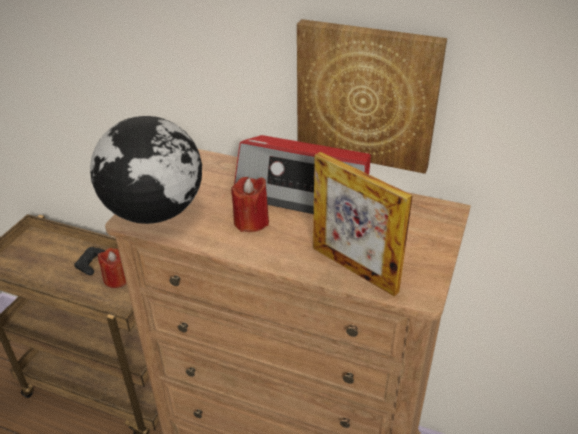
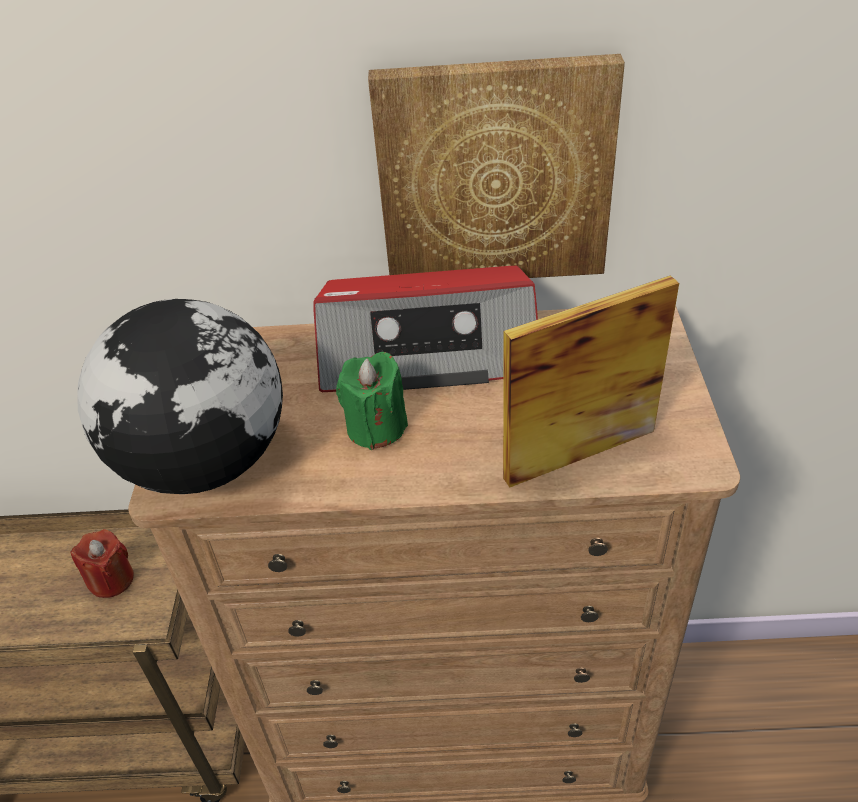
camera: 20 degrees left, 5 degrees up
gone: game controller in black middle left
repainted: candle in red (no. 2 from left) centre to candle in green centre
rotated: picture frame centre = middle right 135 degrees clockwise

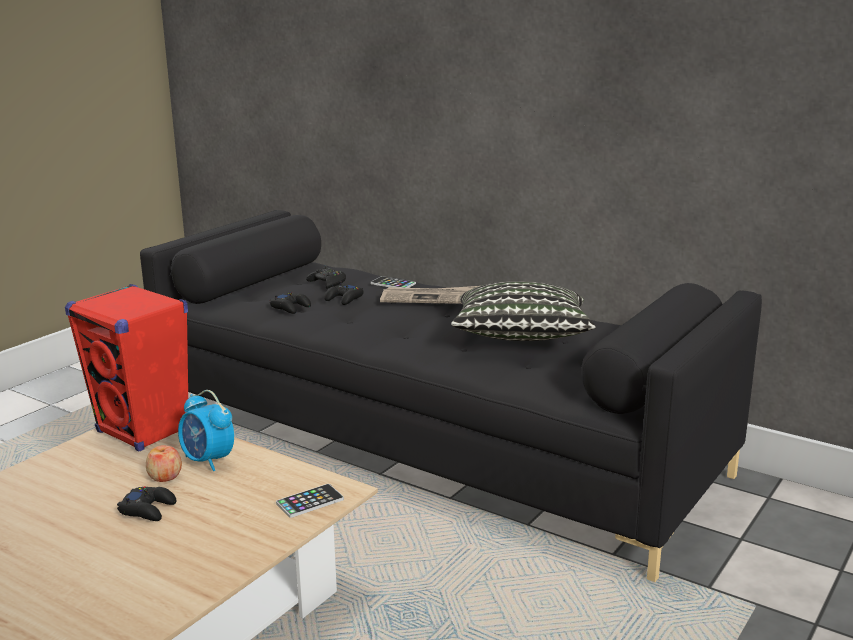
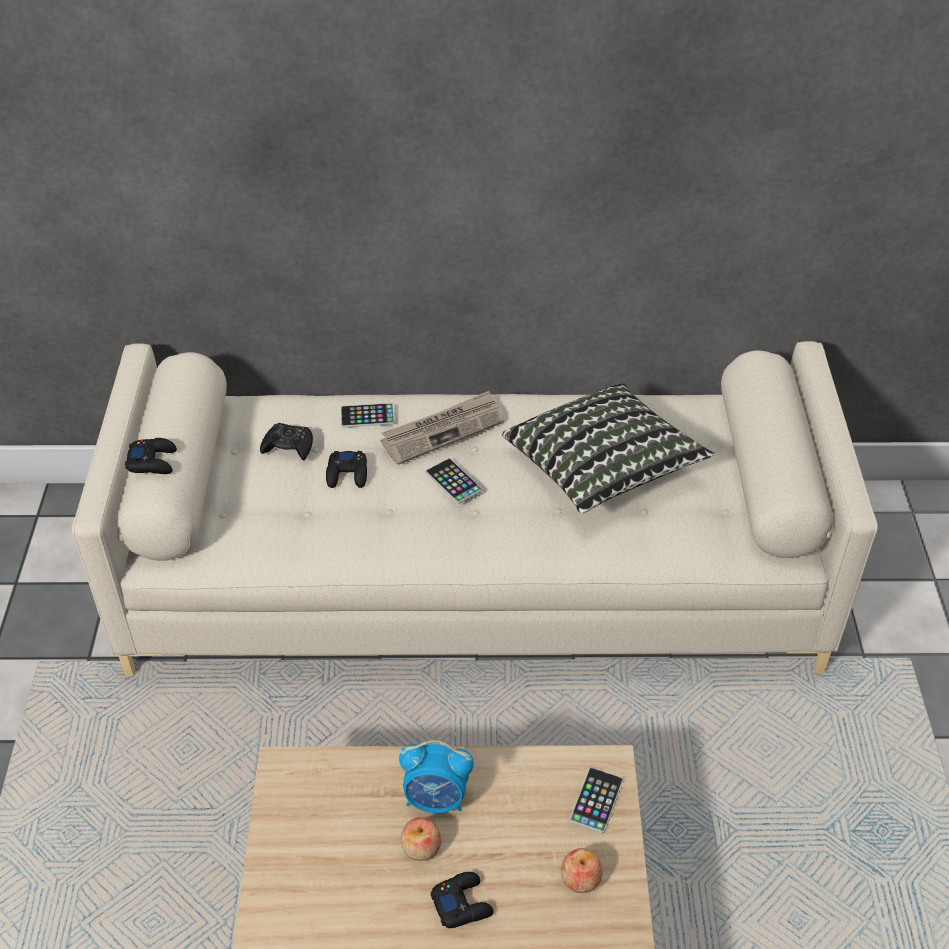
camera: 35 degrees left, 25 degrees up
gone: speaker in red middle left
new: phone (no. 2 from left) centre; apple (no. 2 from left) bottom centre
shifted: game controller in black (no. 2 from left in the first image) centre to game controller in black (no. 1 from left) middle left
repainted: sofa in black centre to sofa in beige centre

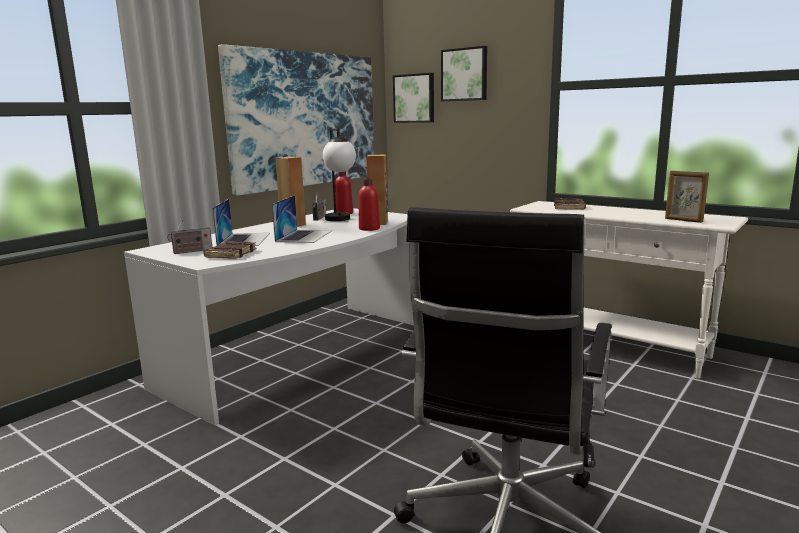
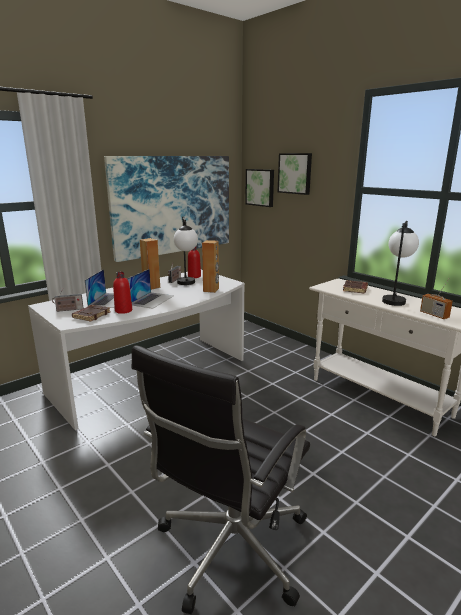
camera: 10 degrees right, 5 degrees up
new: table lamp (no. 2 from left) middle right
shifted: bottle in red (no. 2 from left in the first image) centre to bottle in red (no. 1 from left) middle left
swapped: picture frame middle right to radio (no. 3 from left) middle right

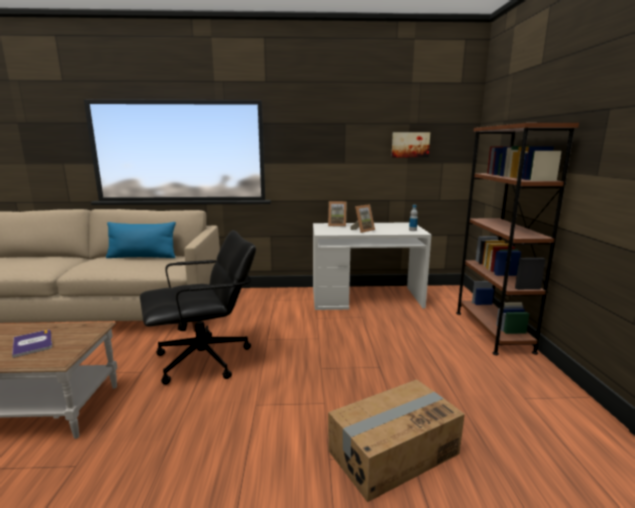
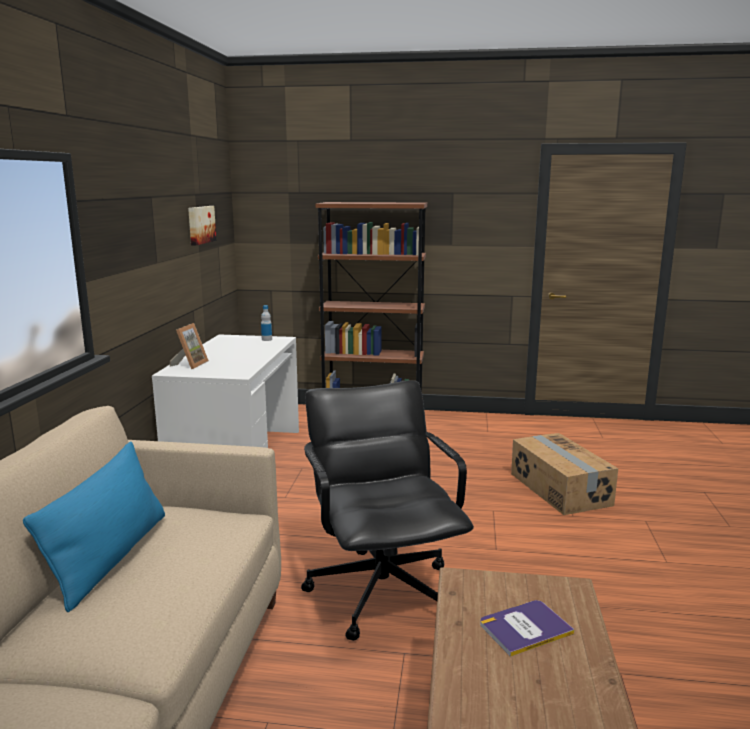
camera: 80 degrees left, 0 degrees up
gone: picture frame (no. 2 from left) centre

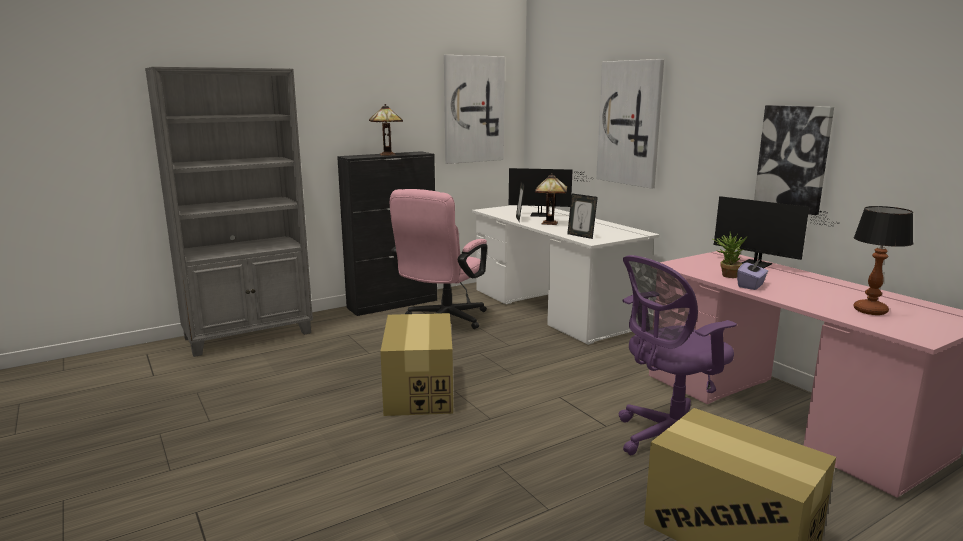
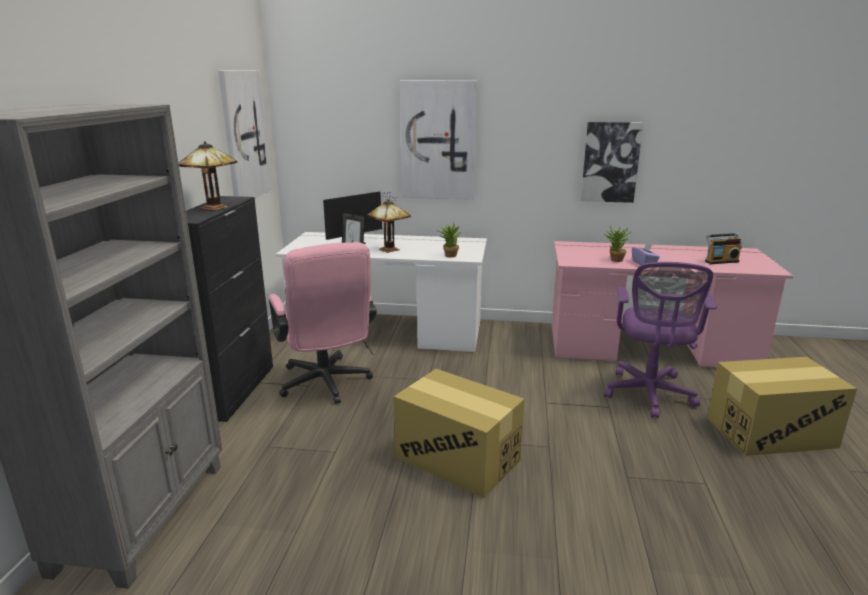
camera: 50 degrees left, 5 degrees up
gone: monitor (no. 2 from left) middle right
swapped: picture frame (no. 2 from left) centre to potted plant (no. 1 from left) centre; table lamp (no. 3 from left) middle right to radio middle right

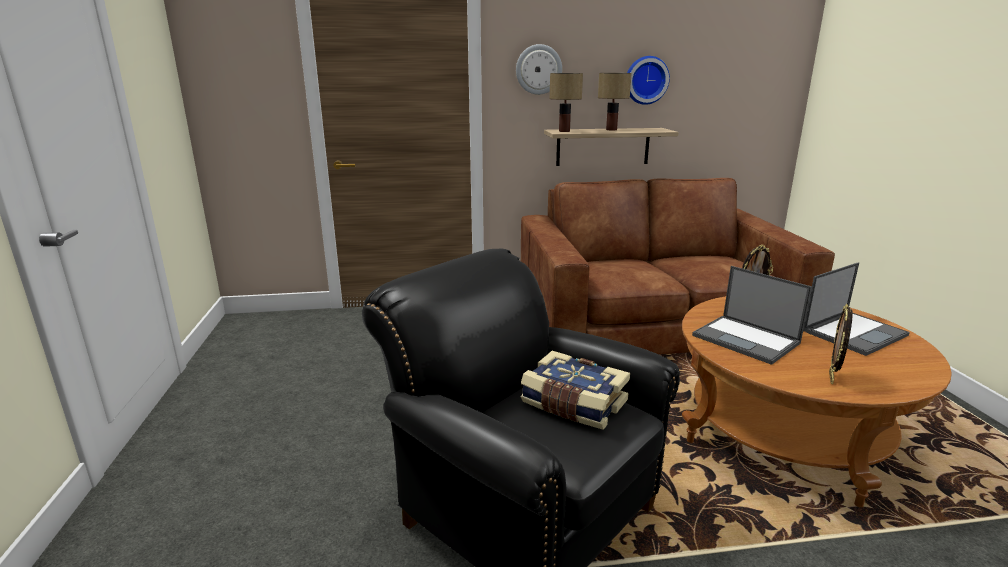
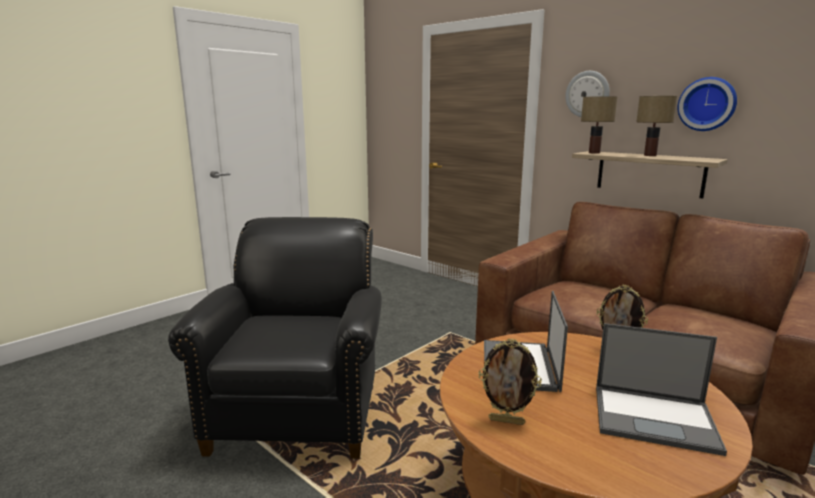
camera: 50 degrees right, 5 degrees down
gone: book bottom centre
rotated: picture frame (no. 2 from left in the first image) middle right = bottom centre 150 degrees counterclockwise

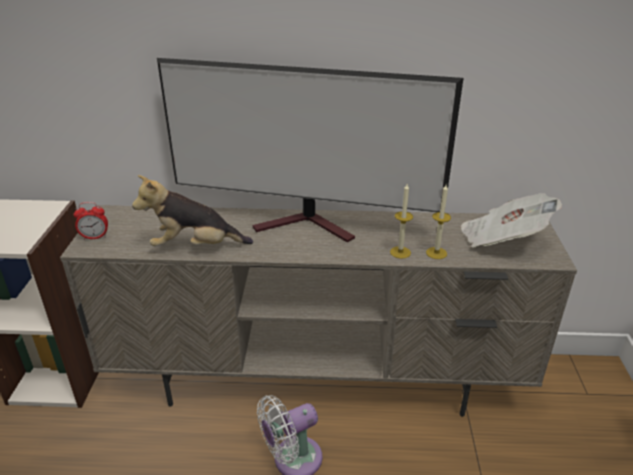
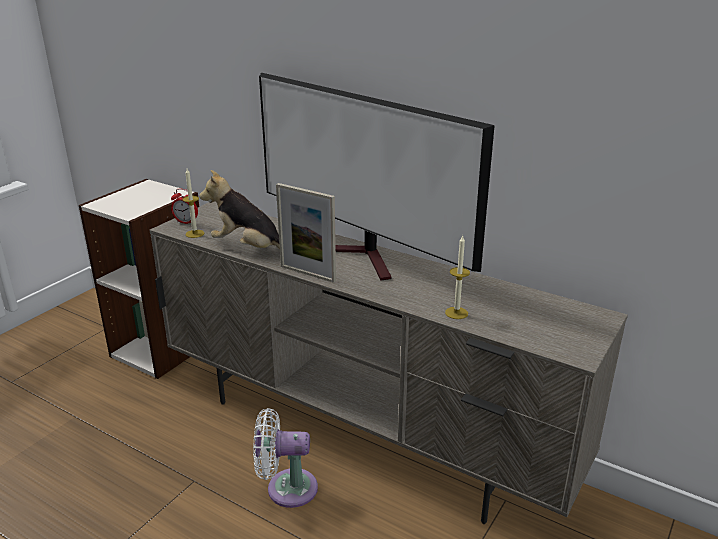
camera: 30 degrees right, 5 degrees down
gone: newspaper middle right
new: picture frame centre
shifted: candle (no. 1 from left) centre to middle left

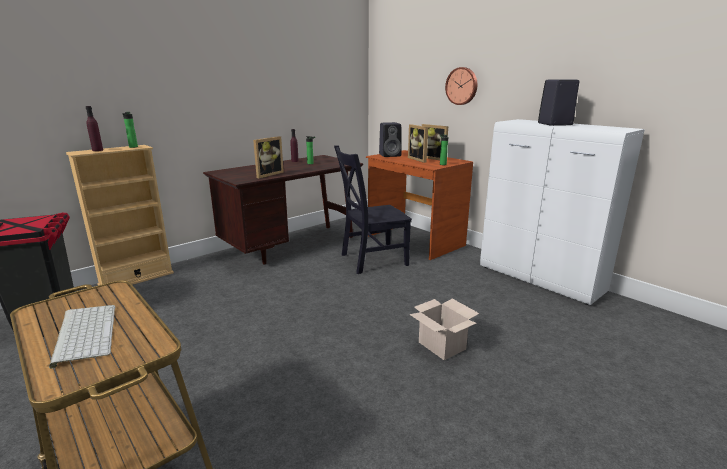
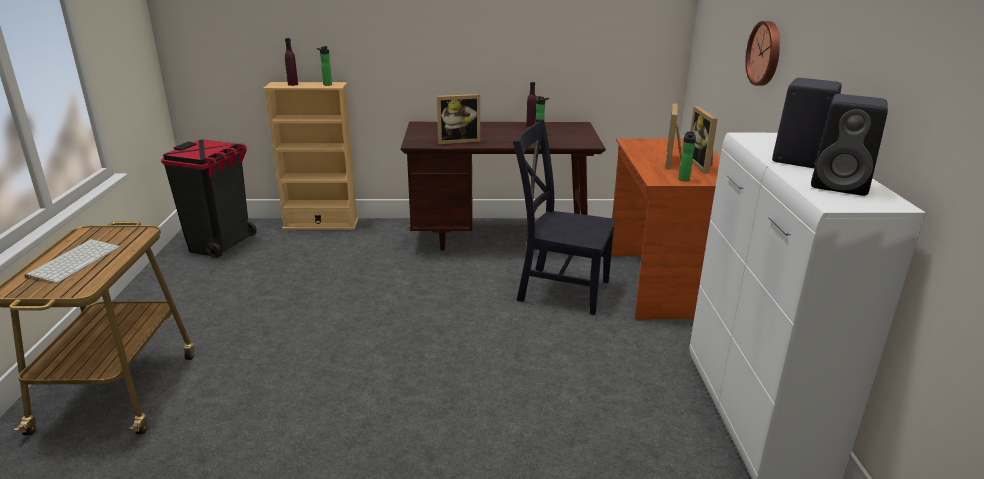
camera: 40 degrees right, 5 degrees up
gone: cardboard box bottom centre
shifted: speaker in black (no. 1 from left in the first image) top centre to speaker in black (no. 2 from left) top right

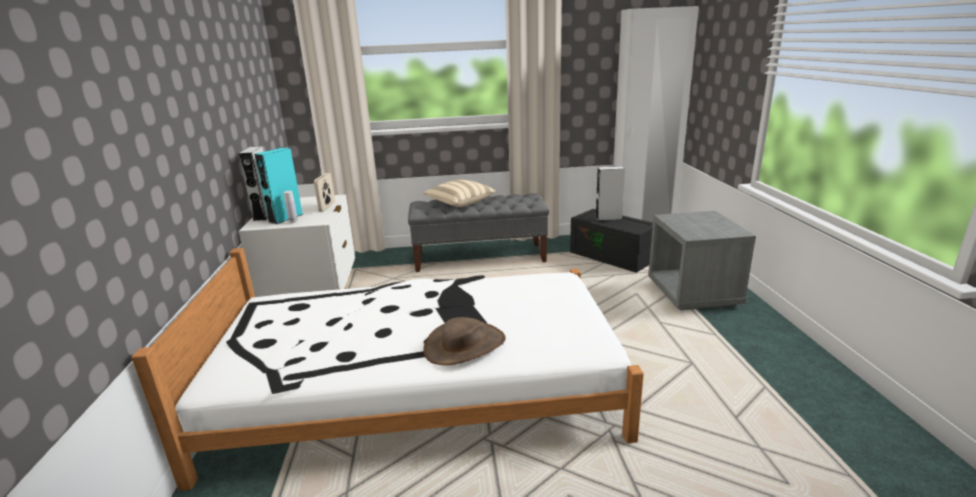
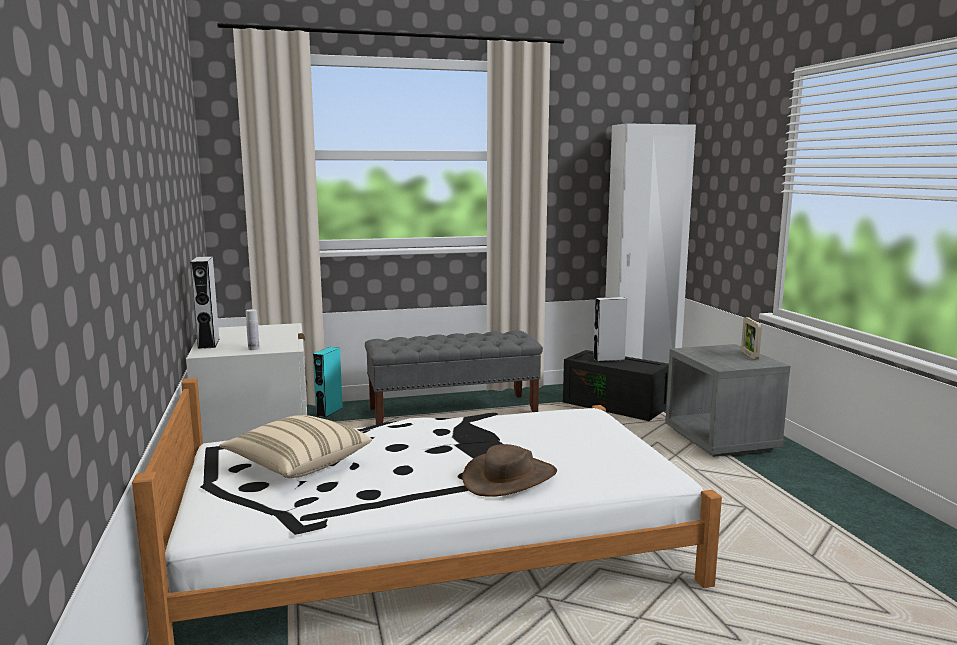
camera: 10 degrees left, 10 degrees down
shifted: speaker in turquoise middle left to centre; picture frame middle left to middle right; pillow in beige centre to bottom left

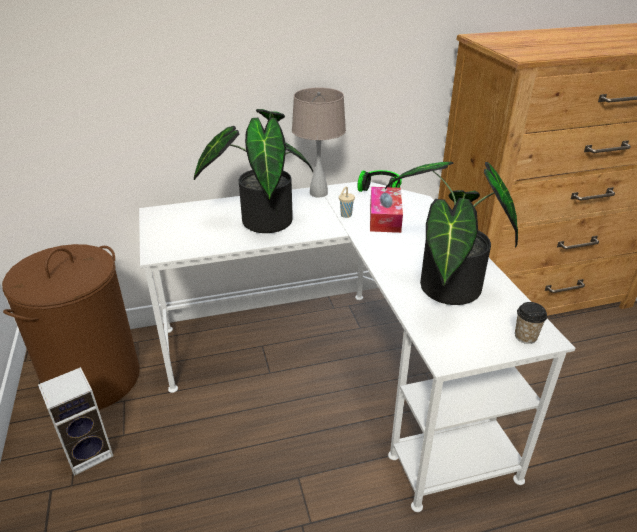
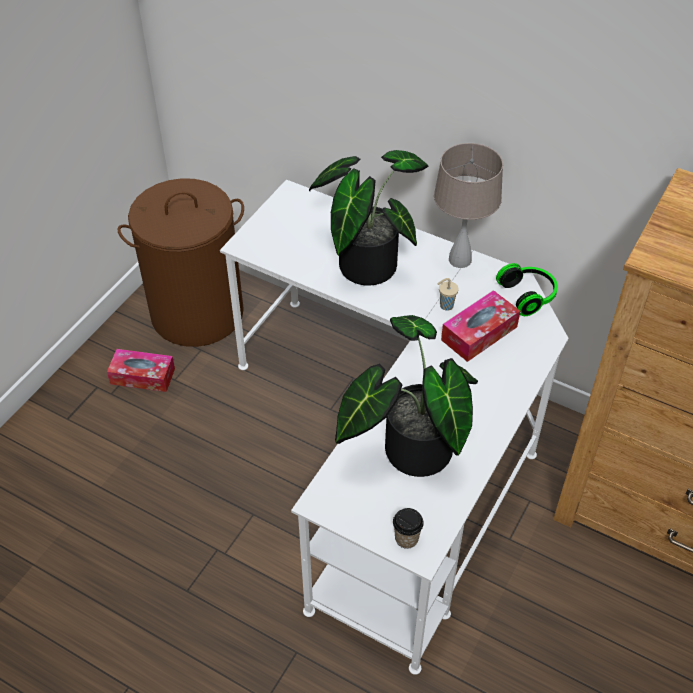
camera: 45 degrees right, 15 degrees up
swapped: speaker bottom left to tissue box (no. 1 from left) middle left

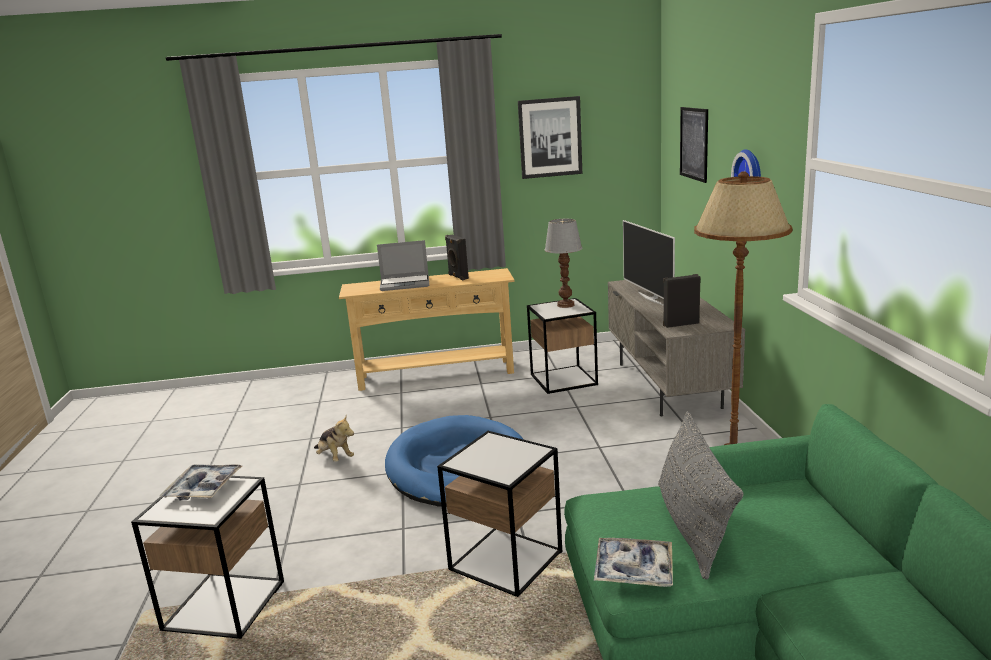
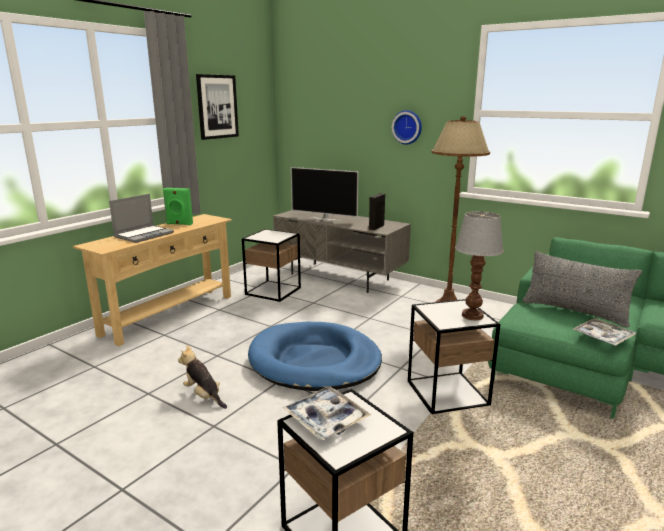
camera: 50 degrees left, 0 degrees up
gone: picture (no. 2 from left) top right
shifted: table lamp centre to middle right
repainted: speaker in black (no. 1 from left) centre to speaker in green middle left
rotated: plush toy centre = bottom left 135 degrees counterclockwise

